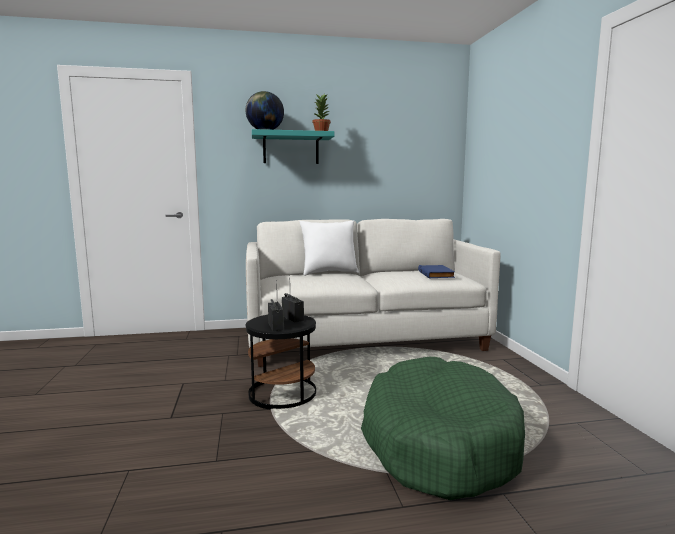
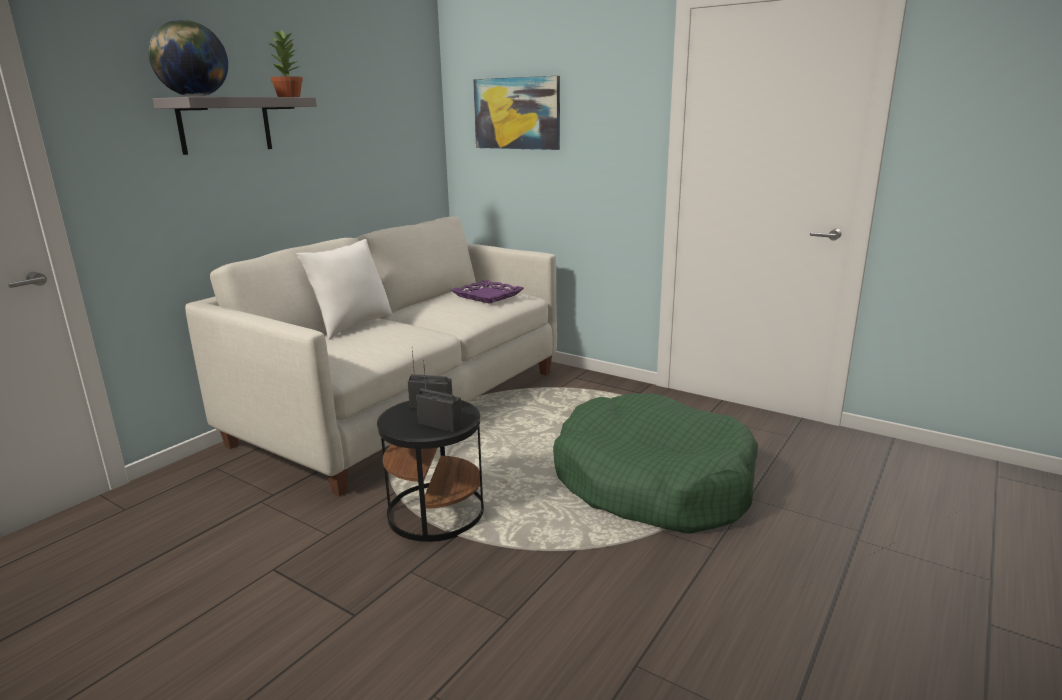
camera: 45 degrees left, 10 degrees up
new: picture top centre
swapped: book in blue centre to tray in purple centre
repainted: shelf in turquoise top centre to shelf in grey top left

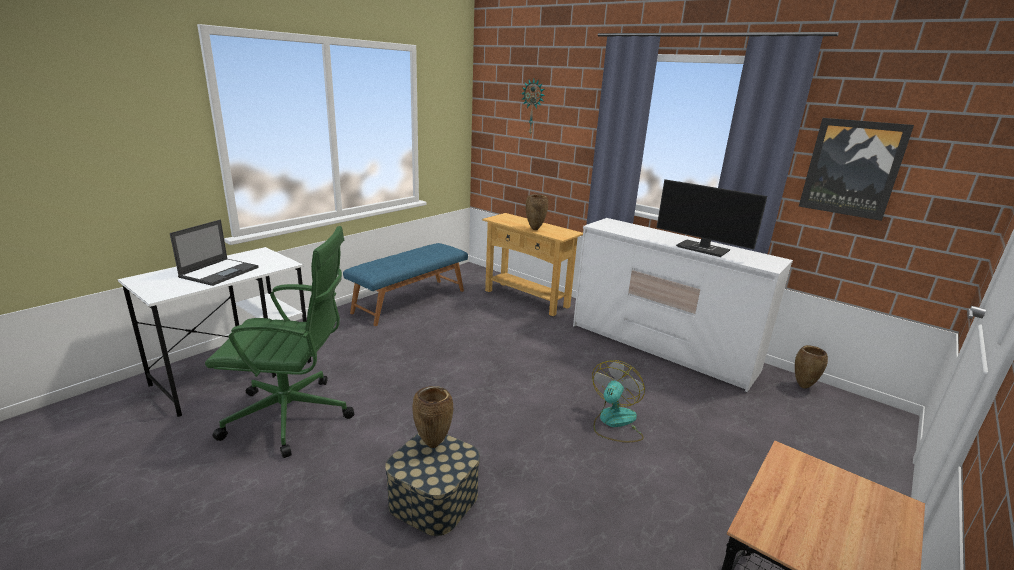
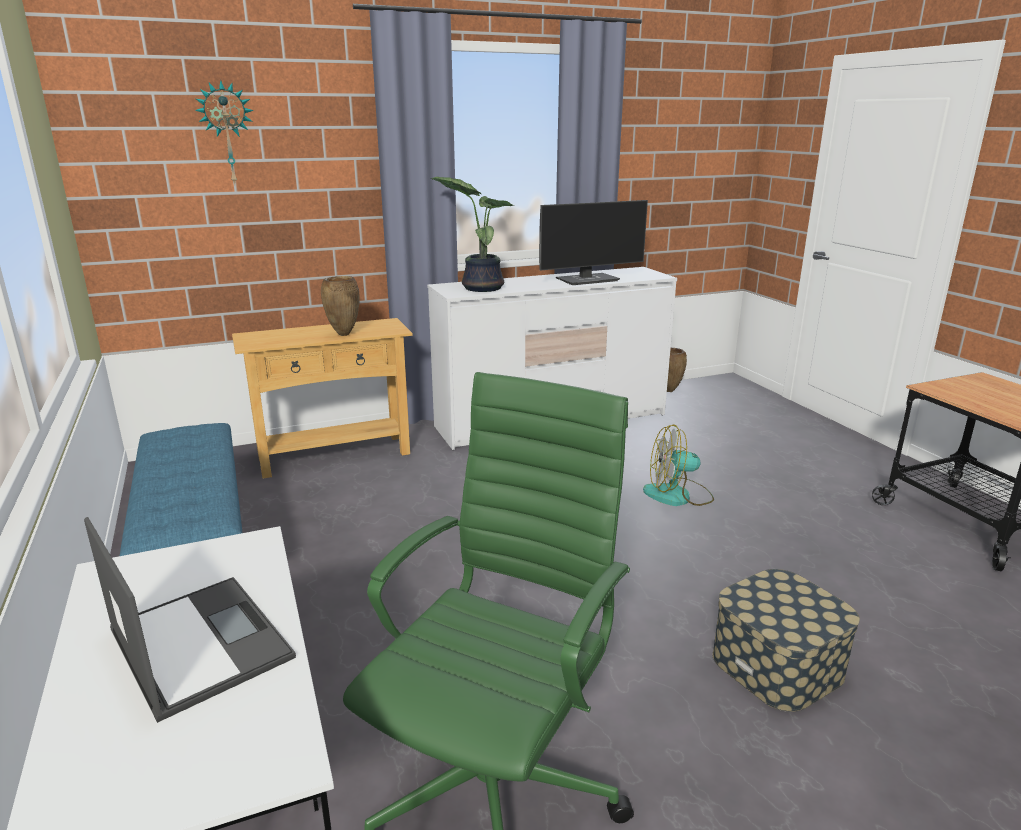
camera: 60 degrees left, 0 degrees up
gone: vase in brown (no. 1 from left) bottom centre; picture top right
new: potted plant top centre
rotated: fan bottom centre = centre 60 degrees counterclockwise

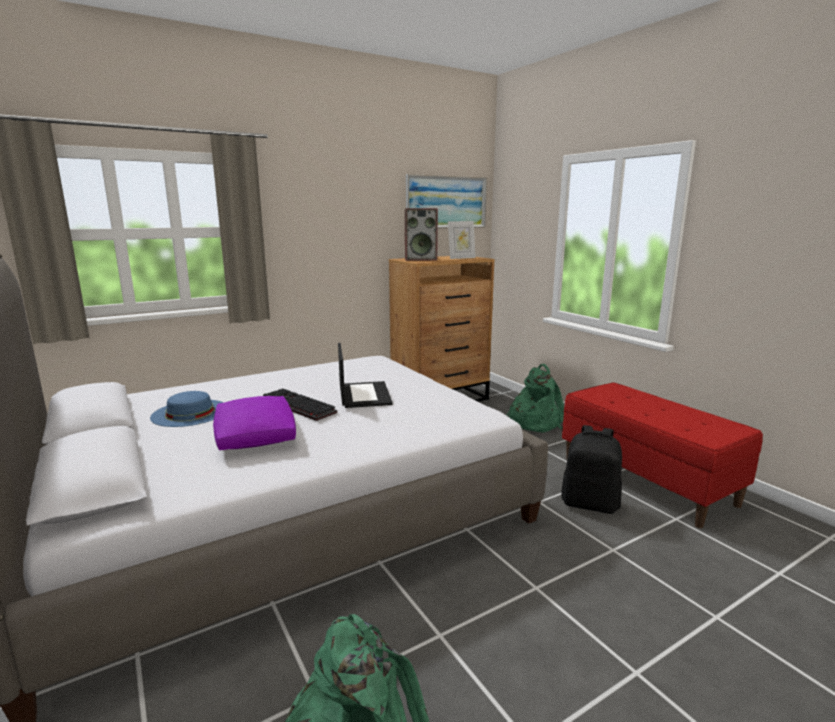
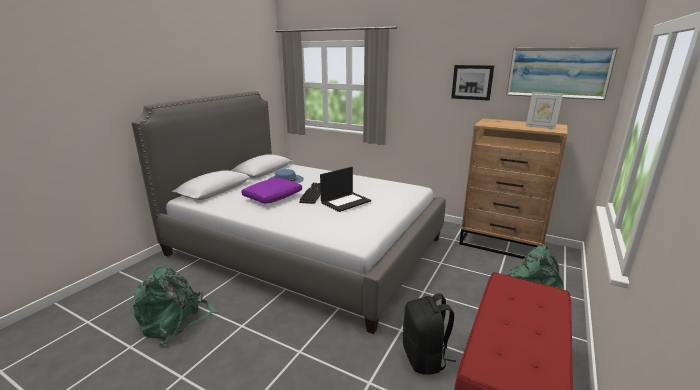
camera: 60 degrees right, 5 degrees up
gone: speaker top centre
new: picture (no. 1 from left) top right

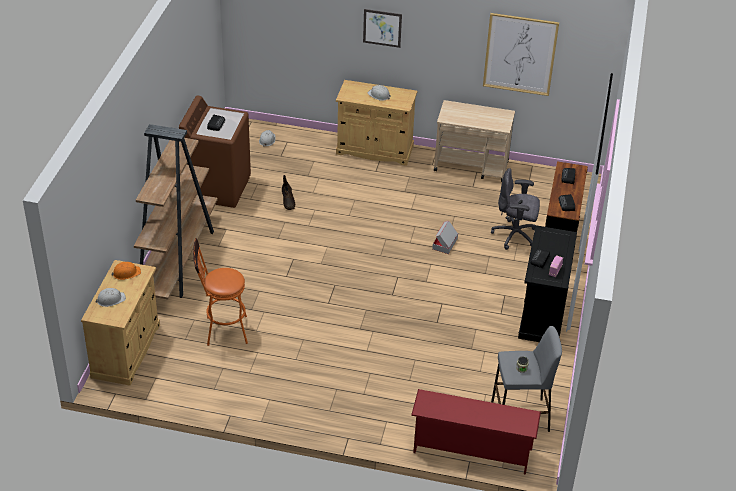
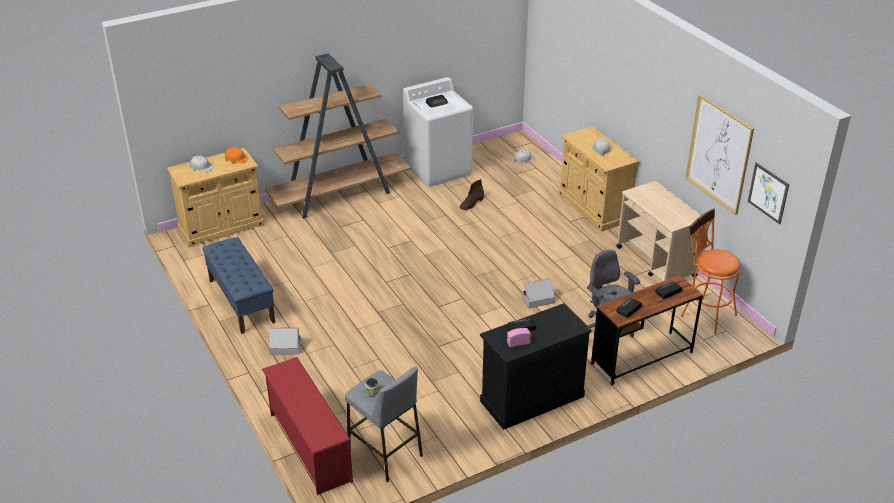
camera: 50 degrees right, 5 degrees down
new: bench in blue middle left; cardboard box (no. 1 from left) bottom left
shifted: stool in orange middle left to middle right; picture (no. 1 from left in the first image) top centre to picture (no. 2 from left) middle right
repainted: washing machine in brown top left to washing machine in white top centre

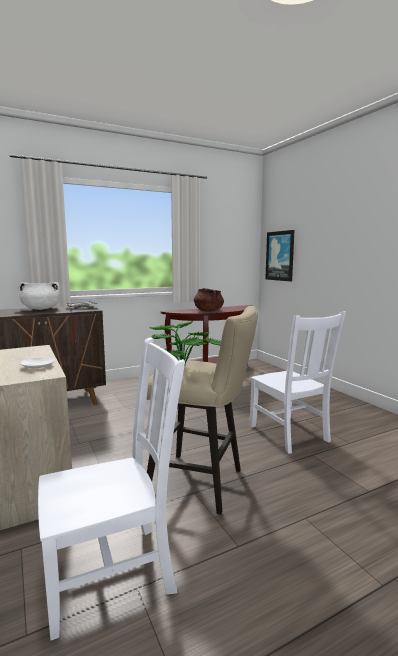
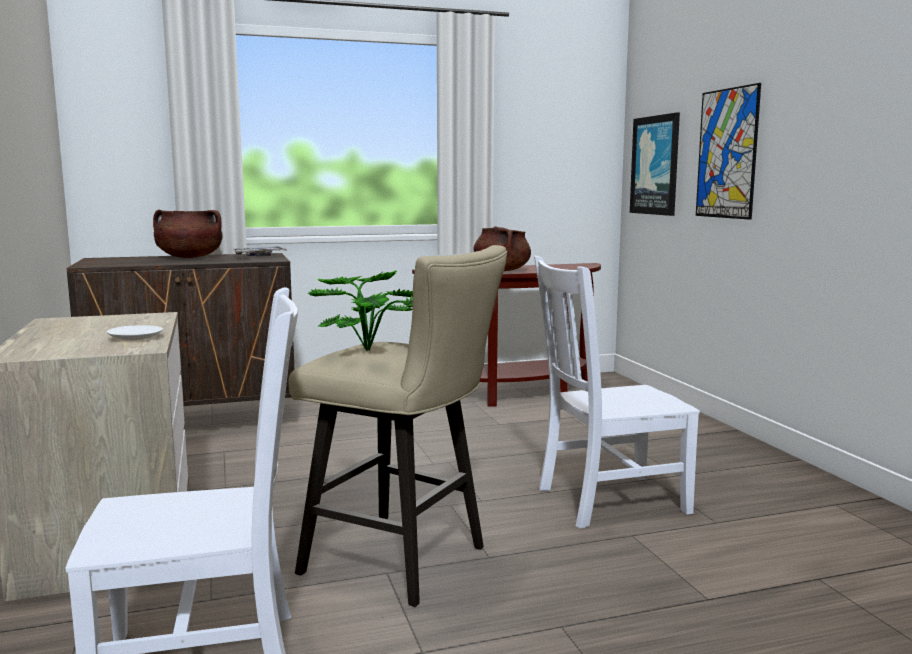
camera: 10 degrees right, 0 degrees up
new: picture (no. 2 from left) top right
repainted: cooking pot in white middle left to cooking pot in brown (no. 1 from left) middle left
rotated: chair in white (no. 2 from left) middle right = middle right 90 degrees clockwise

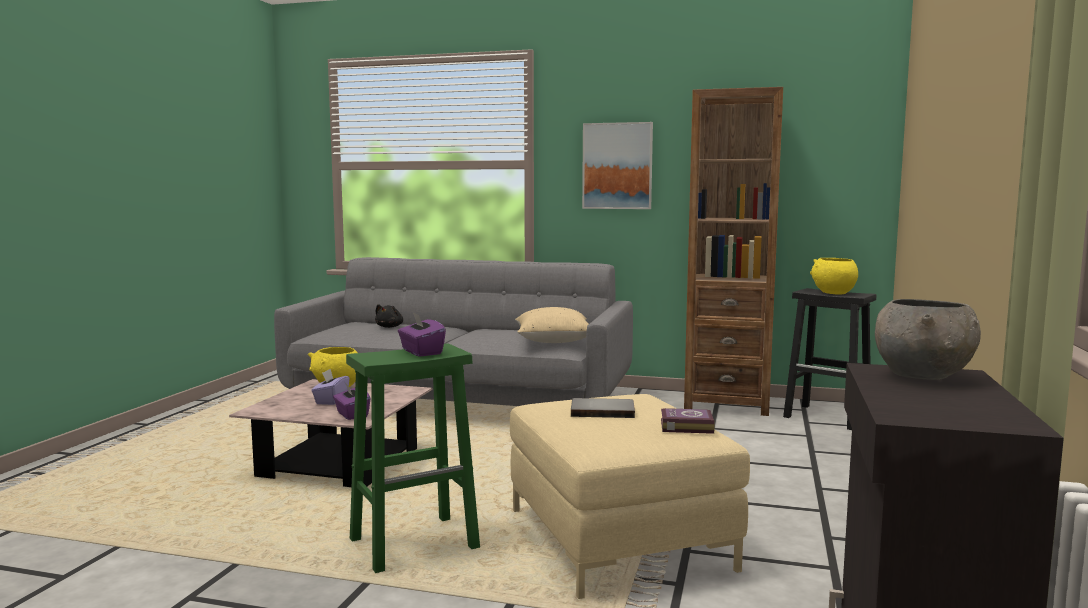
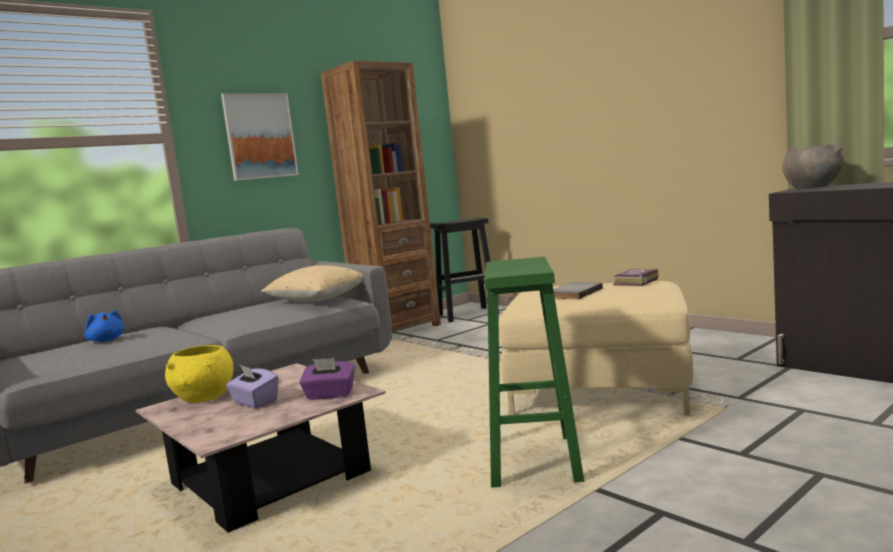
camera: 55 degrees left, 0 degrees up
gone: tissue box in purple (no. 3 from left) centre; bowl in yellow (no. 2 from left) middle right
repainted: plush toy in black centre to plush toy in blue middle left

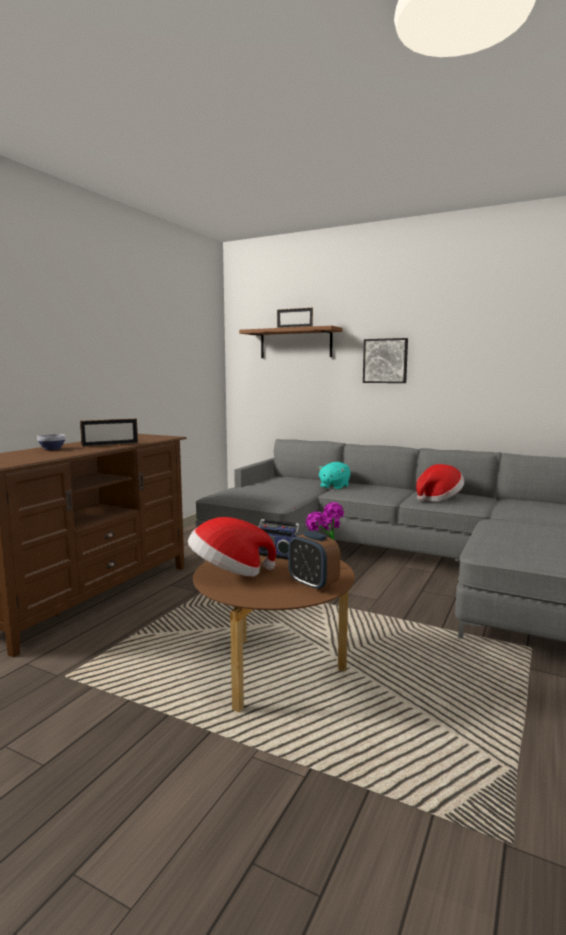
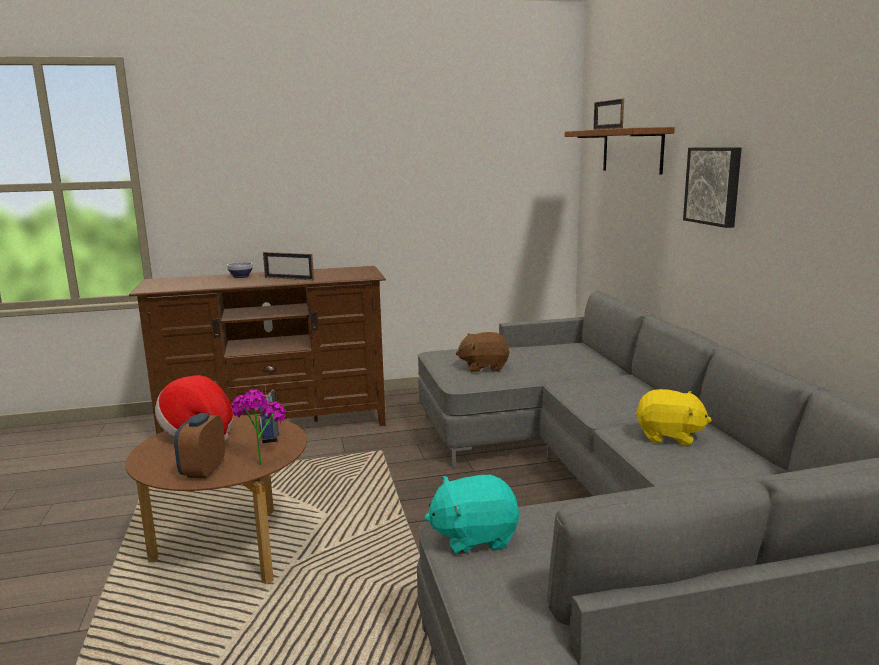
camera: 50 degrees right, 5 degrees up
new: plush toy in brown centre
shifted: plush toy in turquoise centre to bottom centre
swapped: hat (no. 2 from left) middle right to plush toy in yellow middle right

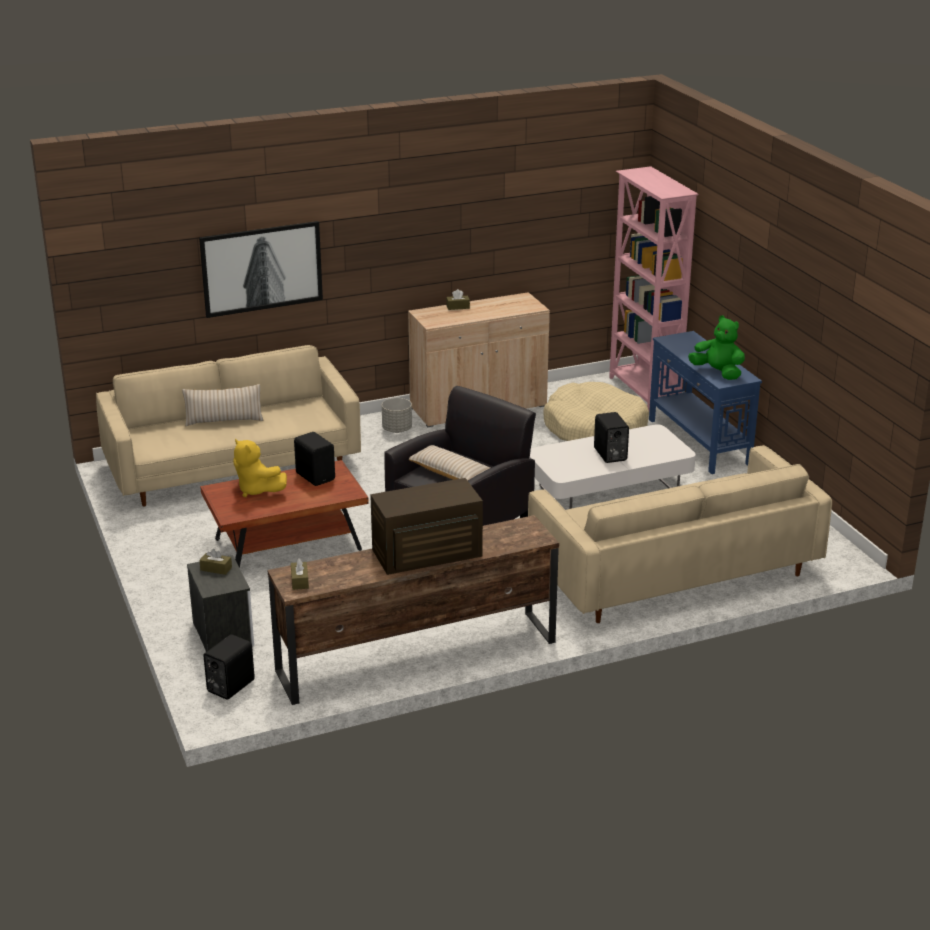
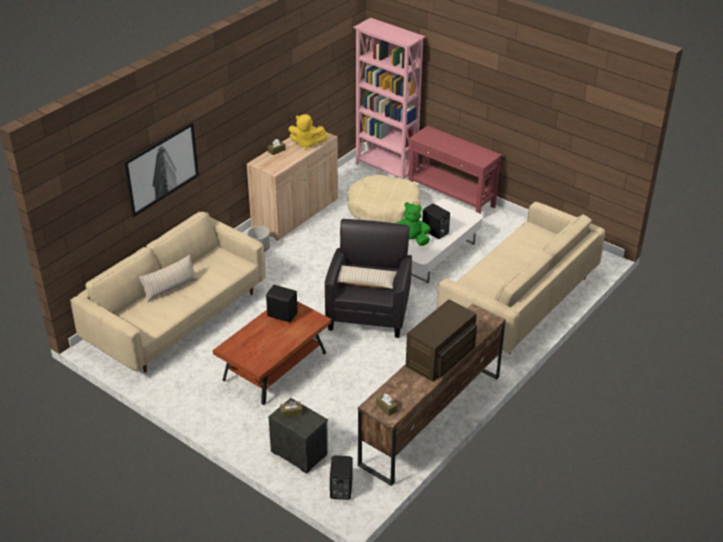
camera: 30 degrees left, 10 degrees up
shifted: plush toy in yellow middle left to top centre; plush toy in green middle right to centre
repainted: console table in blue middle right to console table in red top centre

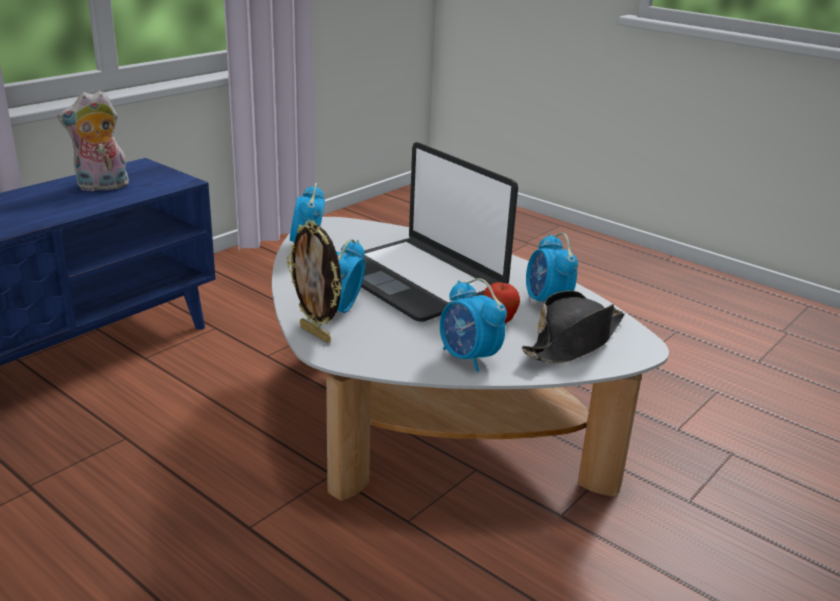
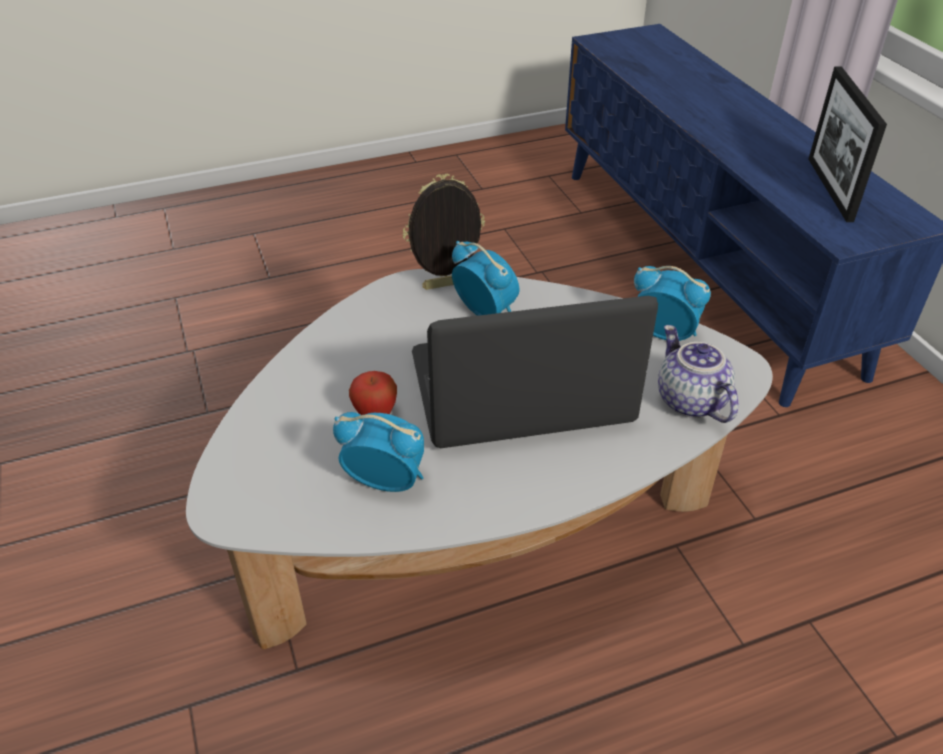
camera: 120 degrees right, 15 degrees up
gone: alarm clock (no. 3 from left) centre; hat in black middle right
new: teapot middle right
swapped: plush toy top left to picture frame (no. 2 from left) top right

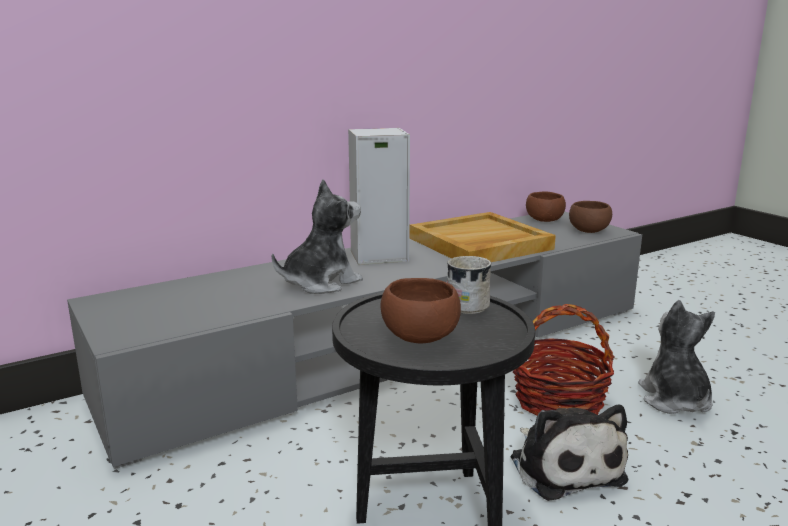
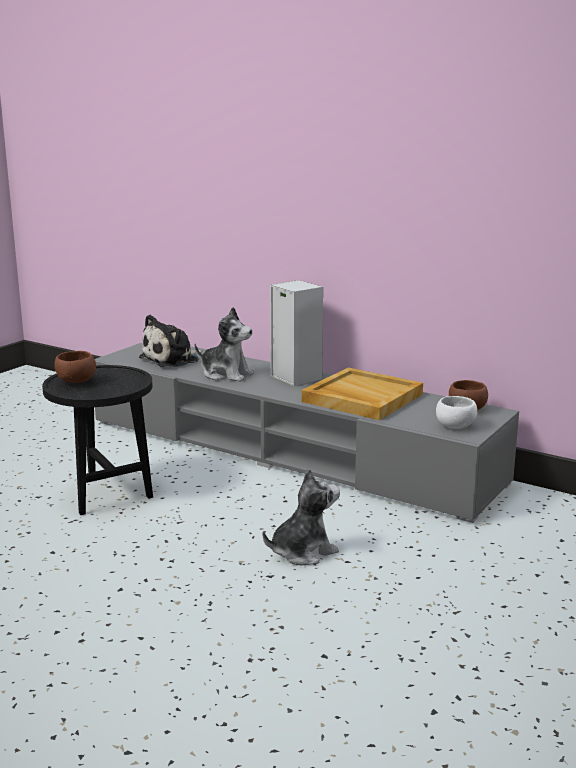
camera: 65 degrees right, 0 degrees up
gone: mug in white centre; basket bottom right
shifted: plush toy (no. 2 from left in the first image) bottom right to plush toy (no. 1 from left) middle left
repainted: bowl in brown (no. 3 from left) middle right to bowl in white middle right

